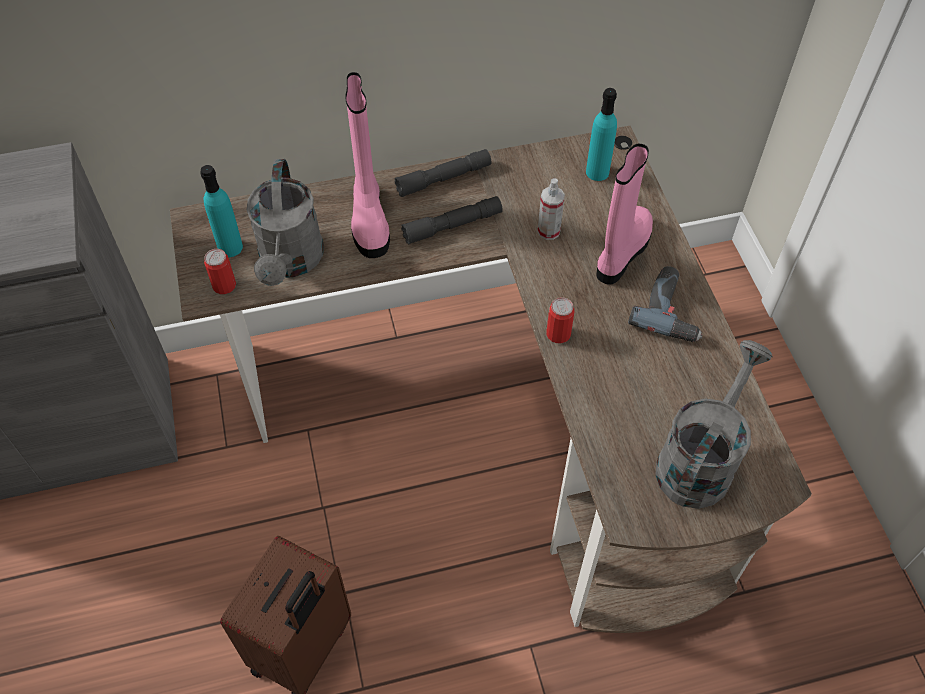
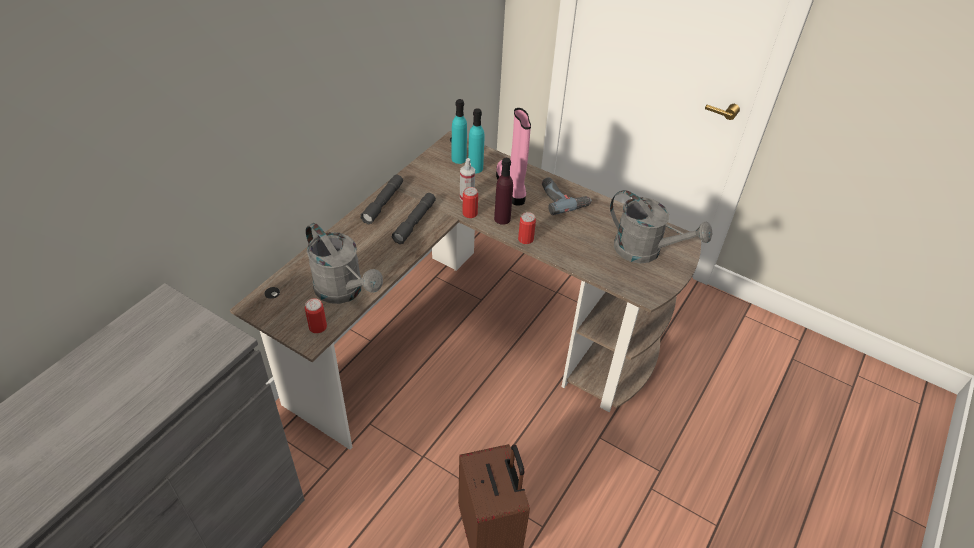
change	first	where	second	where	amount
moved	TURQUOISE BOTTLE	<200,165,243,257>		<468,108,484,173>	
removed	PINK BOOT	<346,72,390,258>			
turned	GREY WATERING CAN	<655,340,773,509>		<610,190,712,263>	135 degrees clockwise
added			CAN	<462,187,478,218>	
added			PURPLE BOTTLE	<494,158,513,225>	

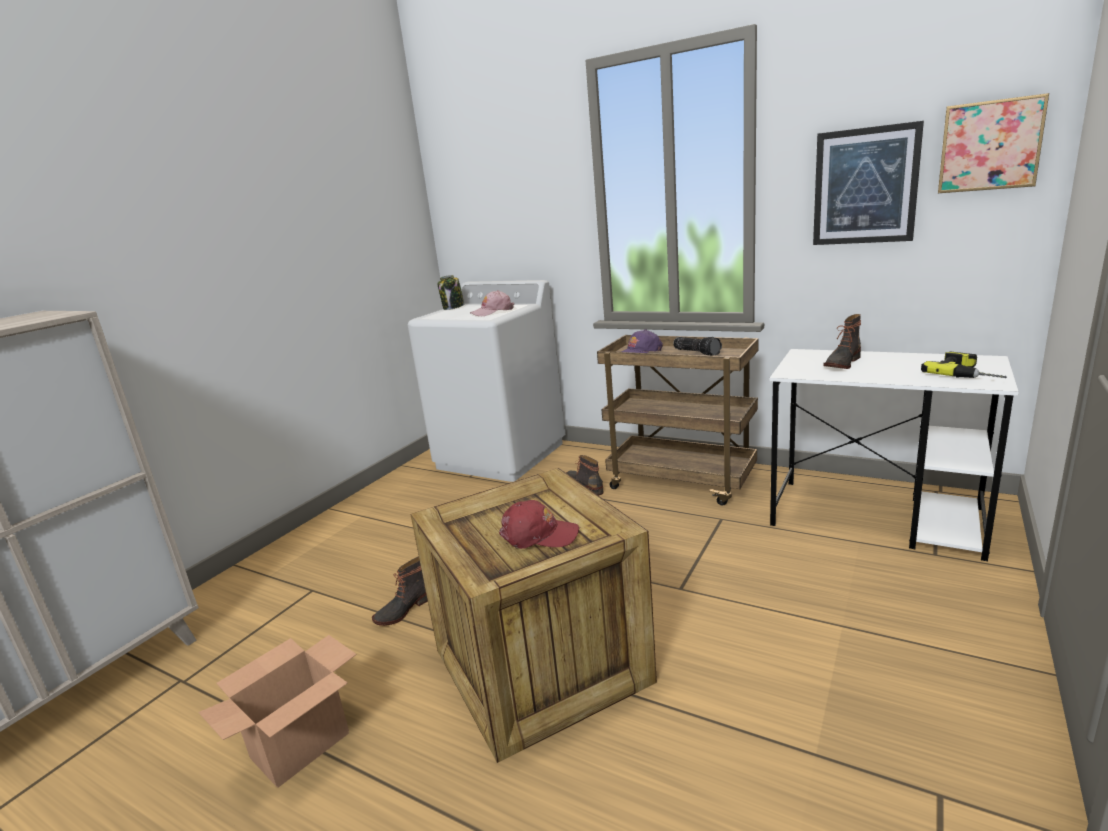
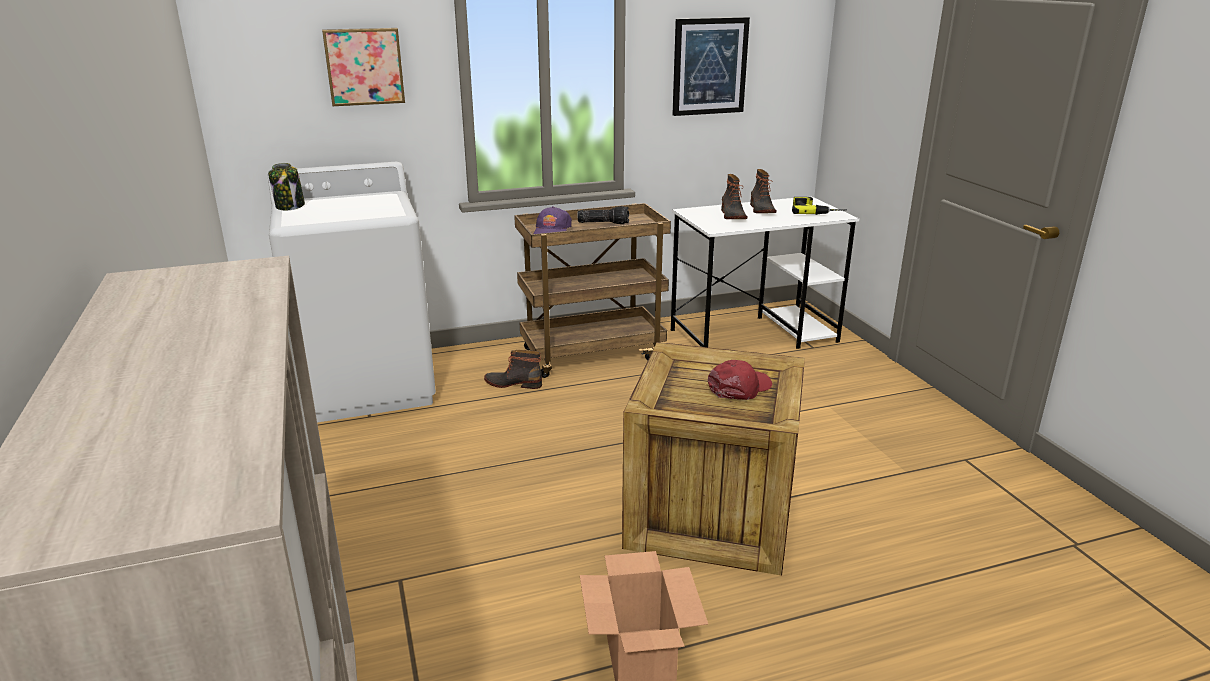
change	first	where	second	where	amount
moved	BOOT	<372,556,428,626>		<750,169,776,213>	
removed	PINK CAP	<470,290,514,317>			
moved	PICTURE	<938,93,1049,193>		<322,28,405,106>	

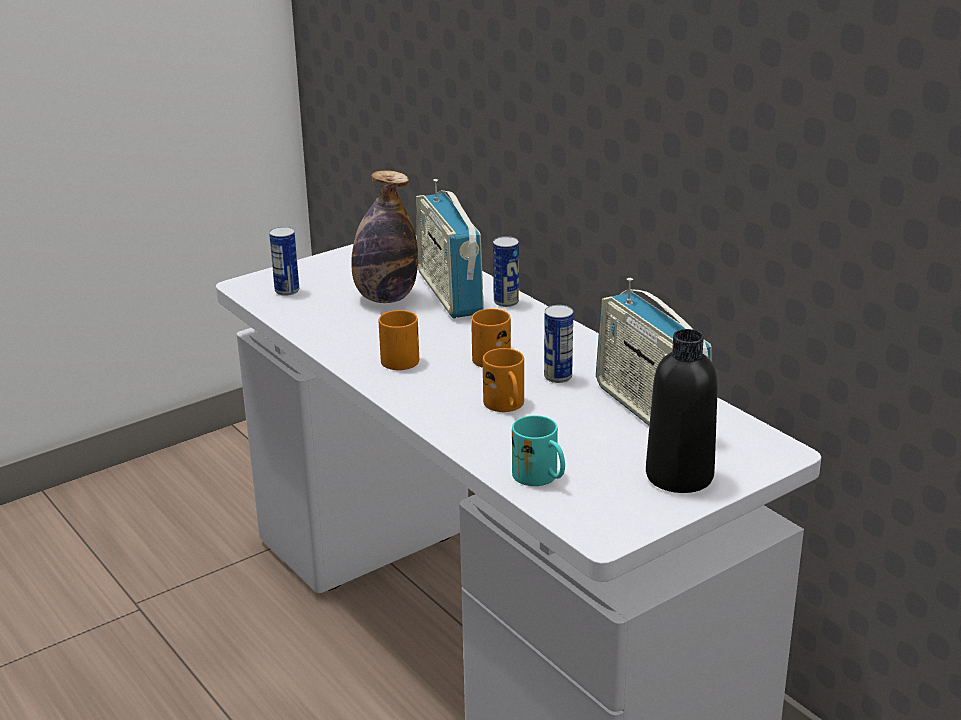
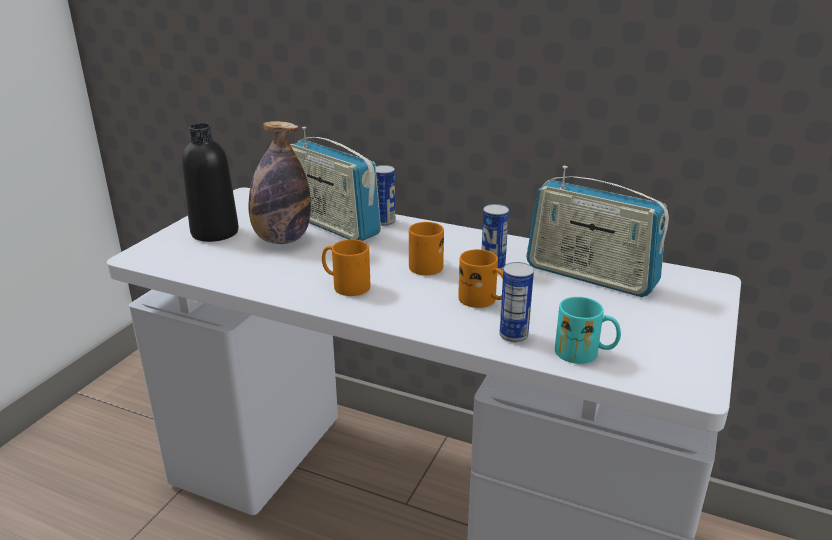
change	first	where	second	where	amount
moved	CAN	<269,227,299,296>		<499,262,534,342>	
moved	BLACK BOTTLE	<646,329,718,493>		<182,123,239,242>	

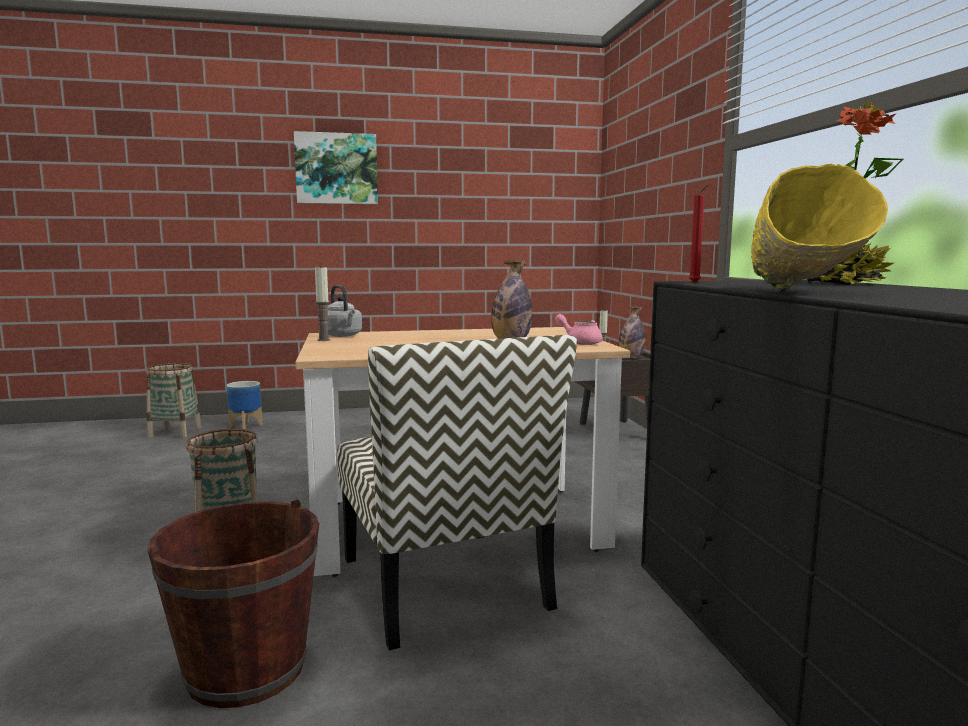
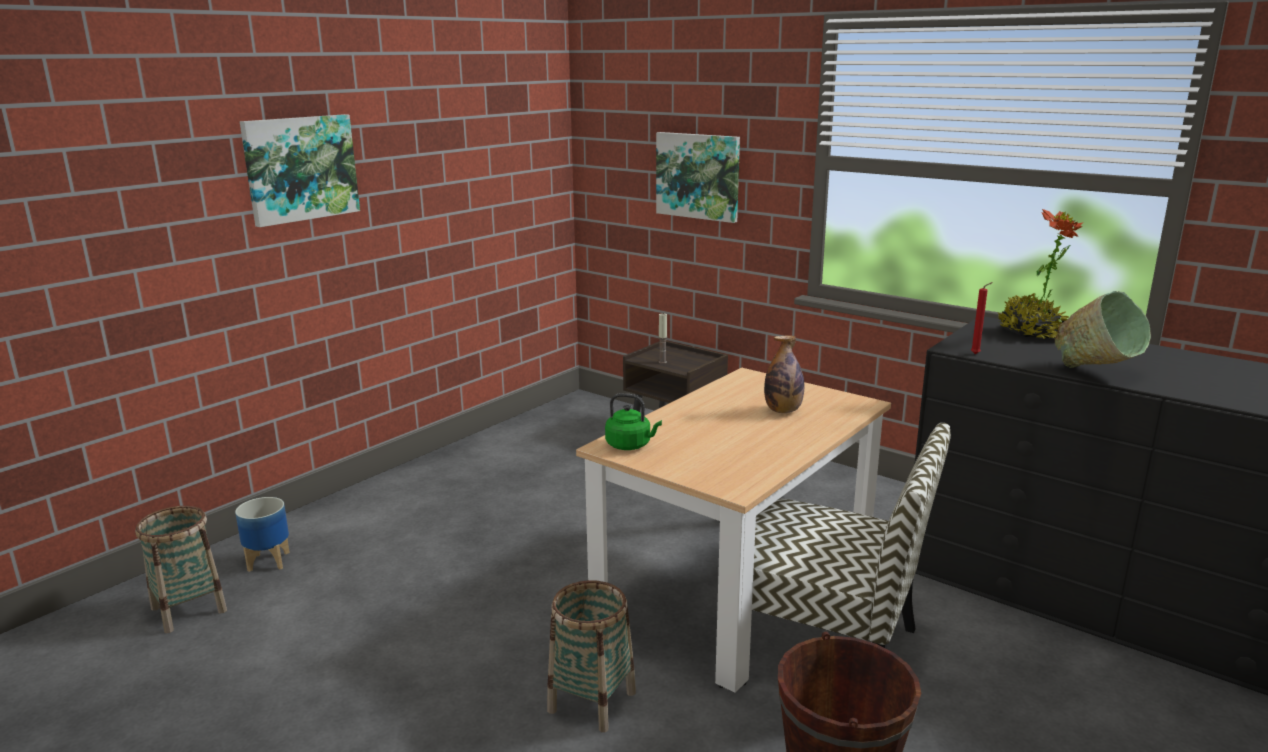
change	first	where	second	where	amount
removed	CANDLE	<315,267,330,341>			
recoloured	GREY KETTLE	<327,285,362,337>	GREEN KETTLE	<605,393,662,450>	
removed	PINK TEAPOT	<555,314,603,345>			
removed	BOTTLE	<618,306,646,358>			
recoloured	YELLOW BOWL	<751,164,888,290>	GREEN BOWL	<1055,291,1151,368>	
added			PICTURE	<656,132,740,223>	

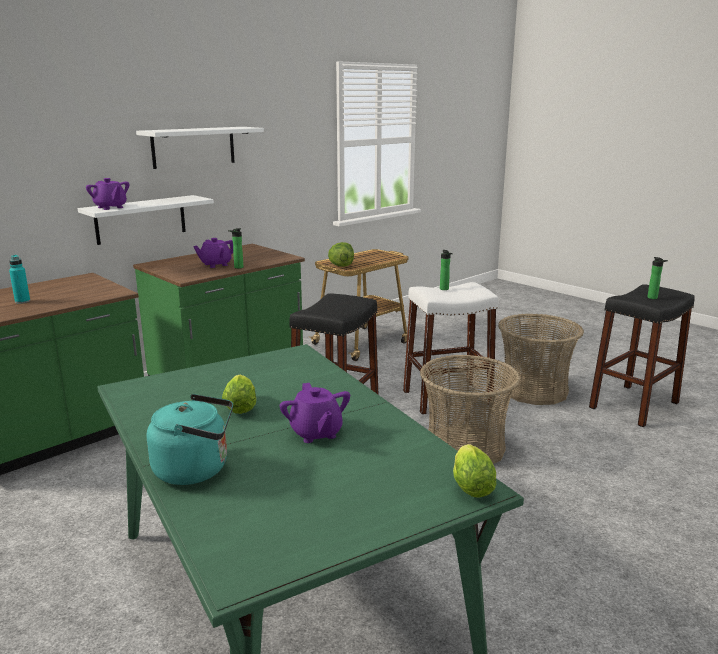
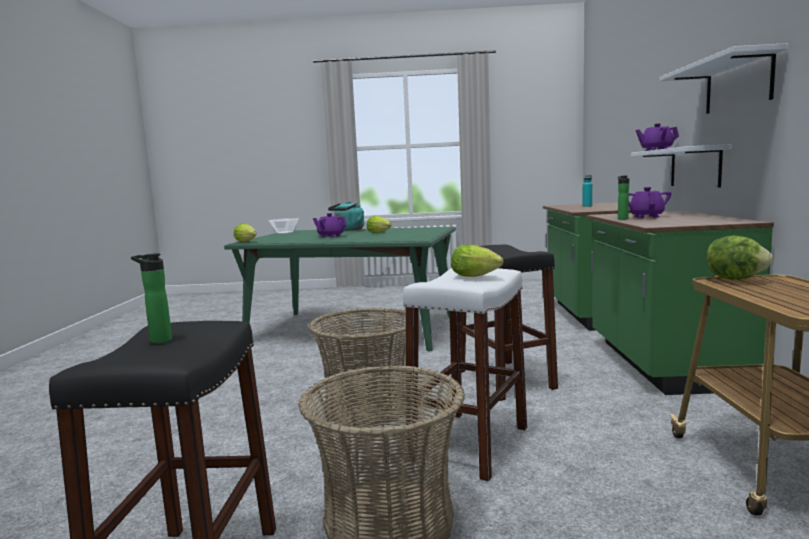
change	first	where	second	where	amount
replaced	BOTTLE	<440,250,452,290>	LETTUCE	<451,245,503,277>	
added			BOWL	<268,218,299,234>	

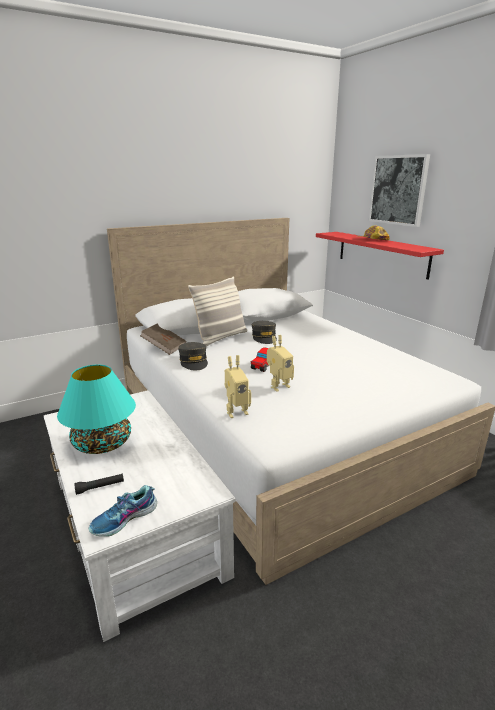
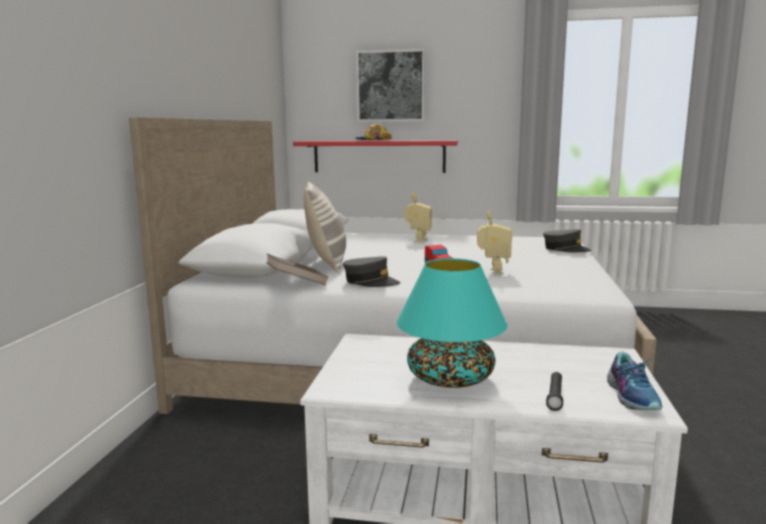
change	first	where	second	where	amount
moved	TOY ROBOT	<225,355,251,418>		<405,192,432,242>	
moved	GREY CAP	<252,321,277,344>		<543,229,592,252>	

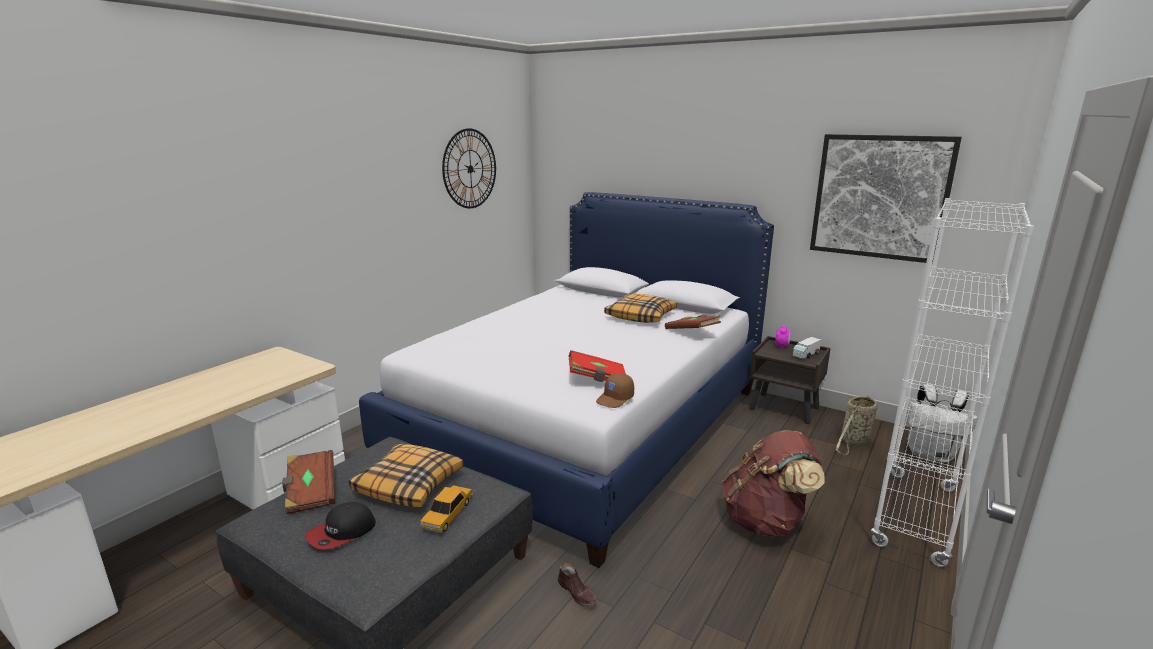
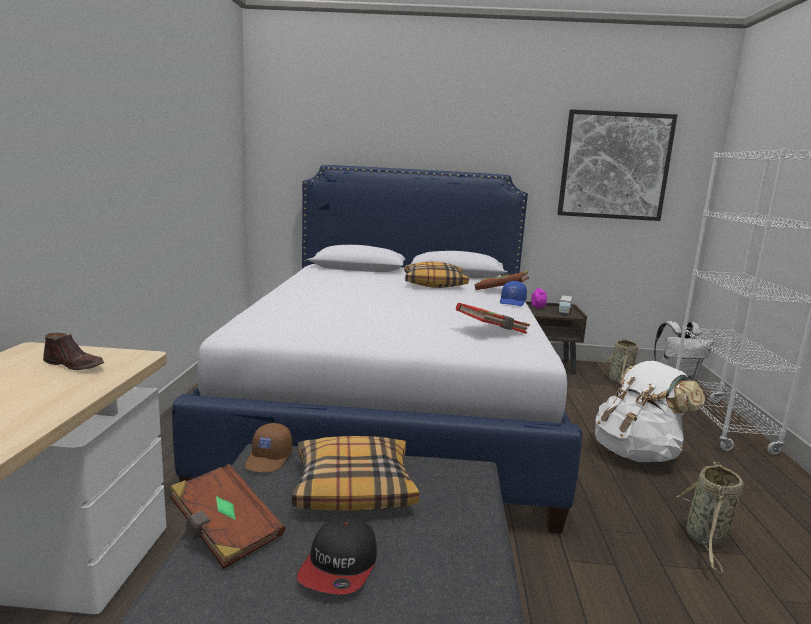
change	first	where	second	where	amount
removed	TOY CAR	<420,485,473,533>			
removed	WALL CLOCK	<442,128,496,208>			
moved	BROWN SHOE	<558,563,597,607>		<43,333,104,370>	
moved	BROWN CAP	<596,373,634,408>		<245,423,292,472>	
recoloured	BROWN BACKPACK	<722,430,825,536>	WHITE BACKPACK	<595,361,705,462>	
added			BLUE CAP	<500,281,527,306>	
added			BASKET	<676,461,743,573>	

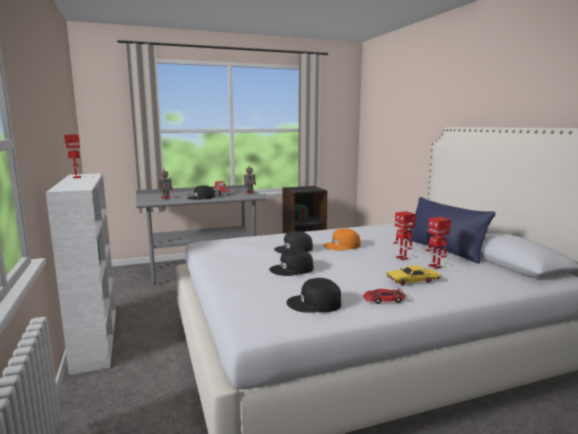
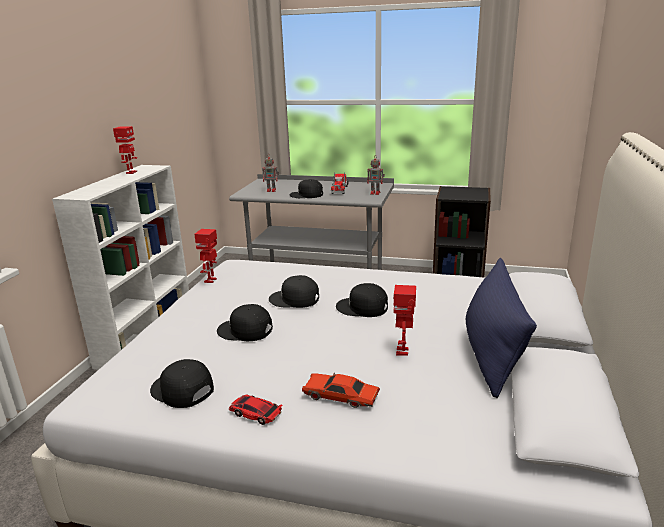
change	first	where	second	where	amount
recoloured	ORANGE CAP	<323,229,361,251>	BLACK CAP	<336,283,388,317>	
recoloured	YELLOW TOY CAR	<386,265,441,286>	RED TOY CAR	<302,372,380,408>	
moved	TOY ROBOT	<425,217,451,269>		<194,229,217,283>	

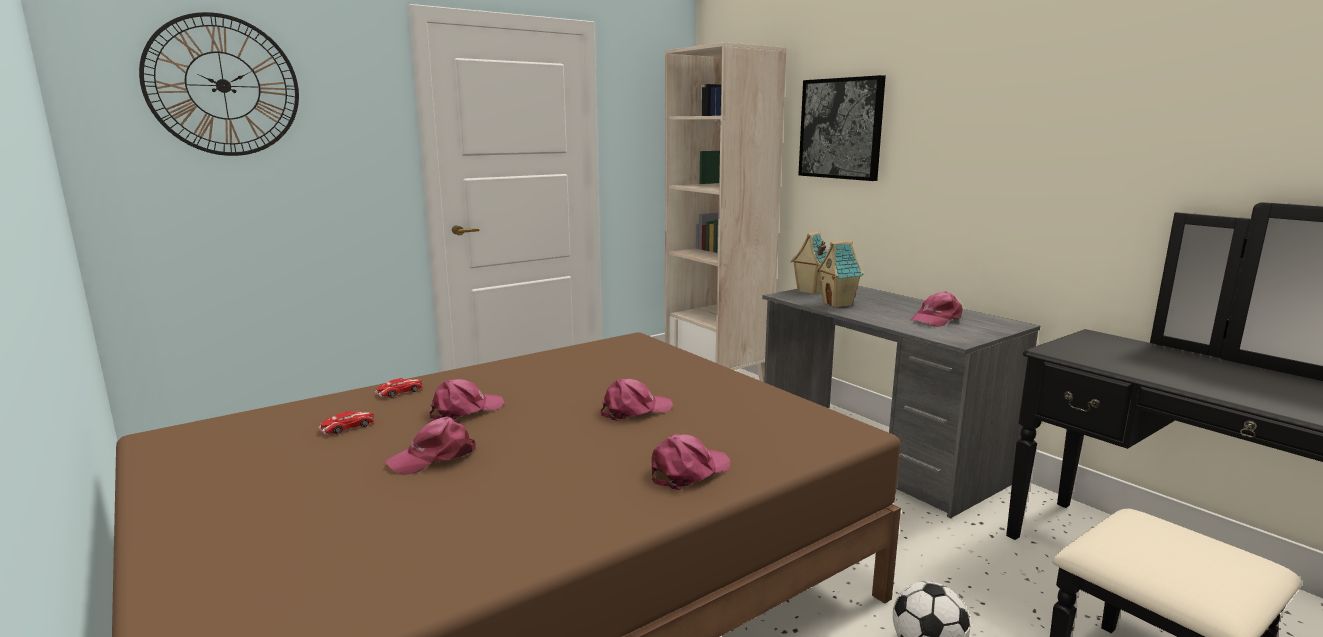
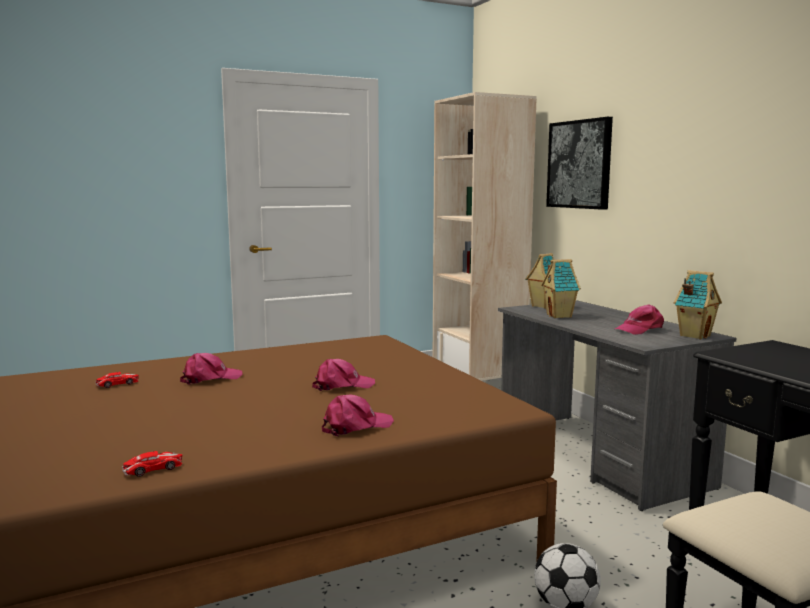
change	first	where	second	where	amount
removed	WALL CLOCK	<139,12,299,156>			
moved	TOY CAR	<375,378,423,398>		<122,451,182,477>	
removed	PINK CAP	<385,417,476,475>			
added			TOY HOUSE	<673,270,722,339>	

